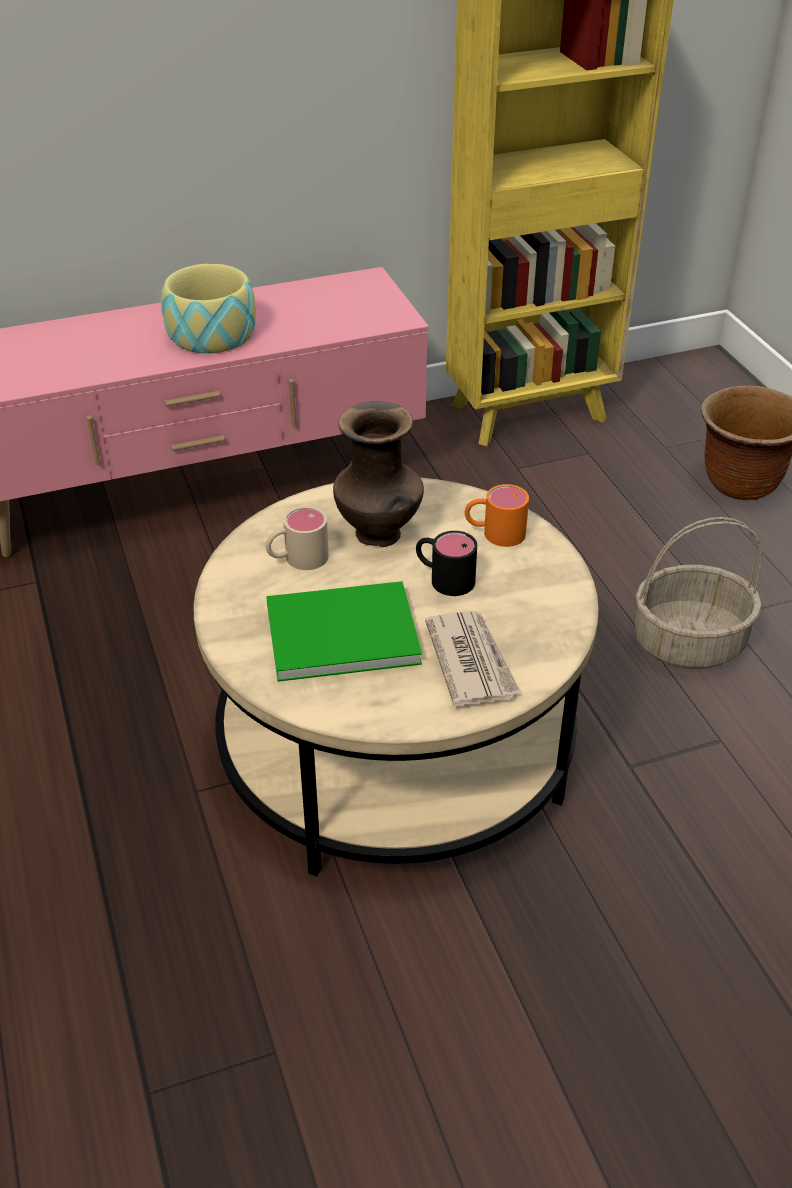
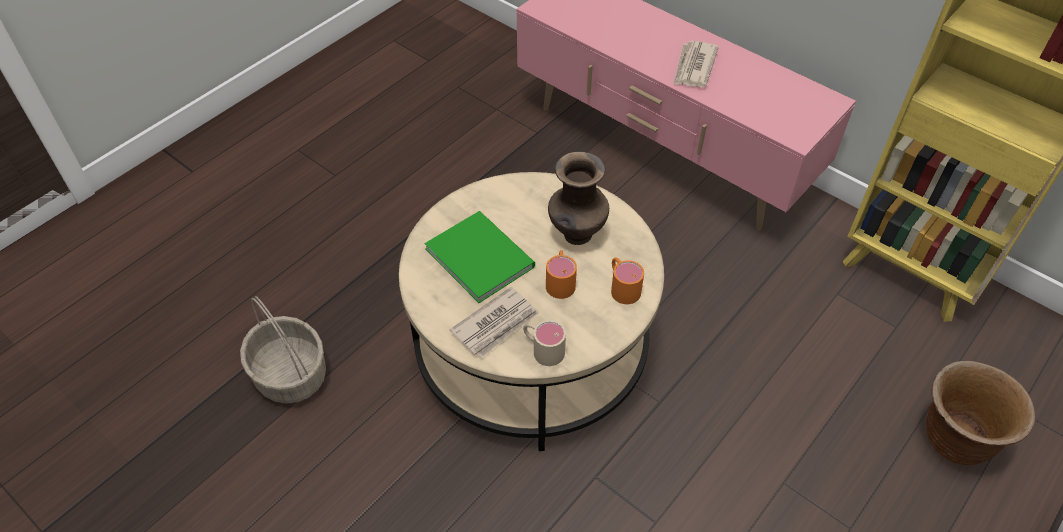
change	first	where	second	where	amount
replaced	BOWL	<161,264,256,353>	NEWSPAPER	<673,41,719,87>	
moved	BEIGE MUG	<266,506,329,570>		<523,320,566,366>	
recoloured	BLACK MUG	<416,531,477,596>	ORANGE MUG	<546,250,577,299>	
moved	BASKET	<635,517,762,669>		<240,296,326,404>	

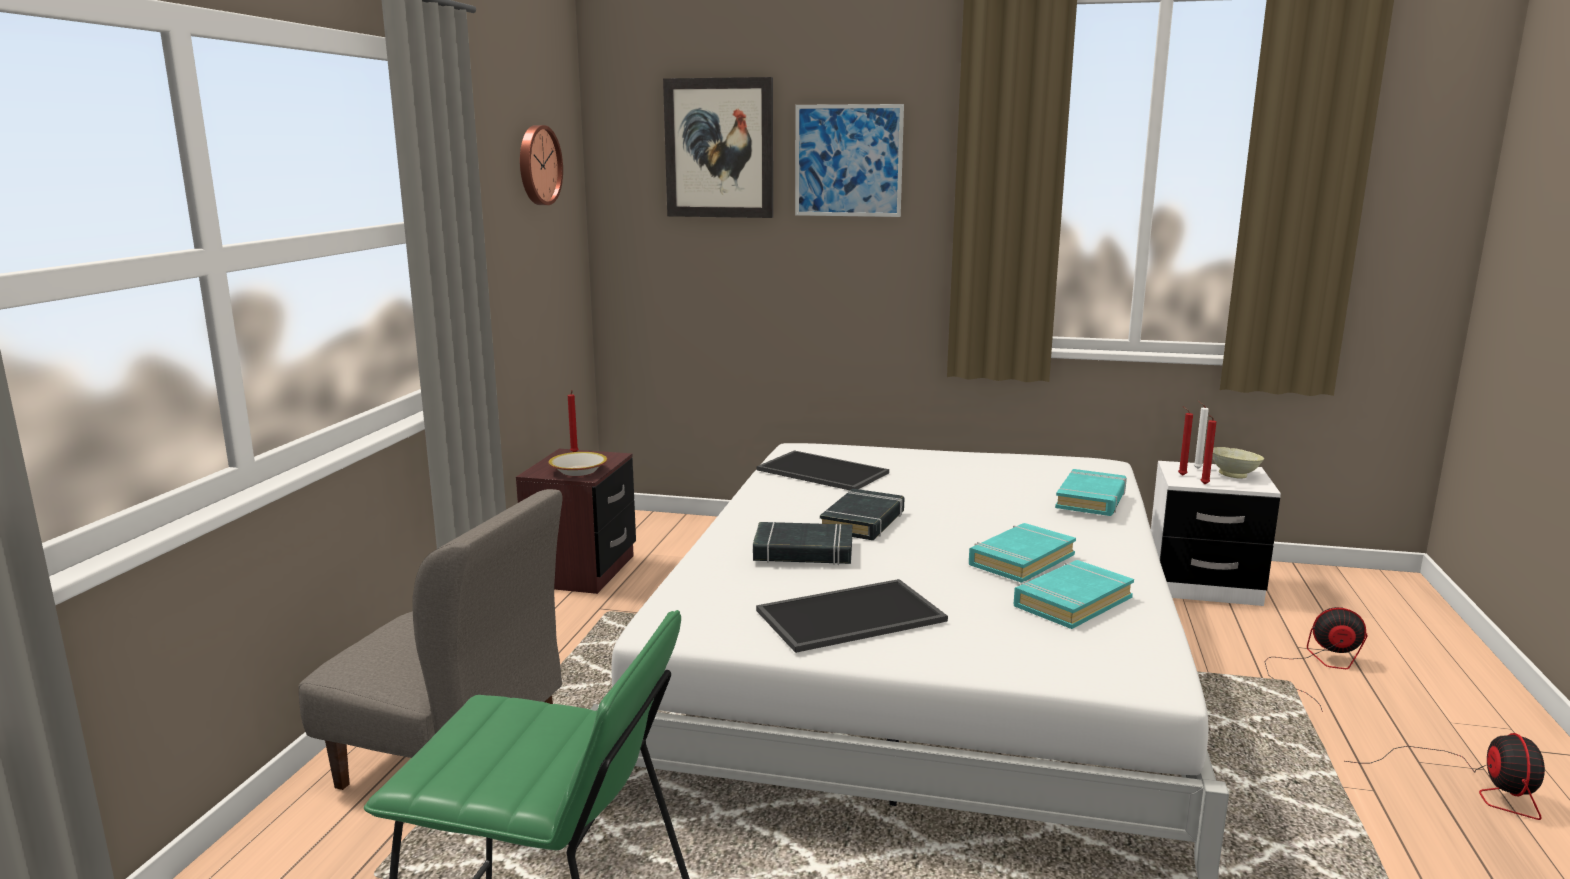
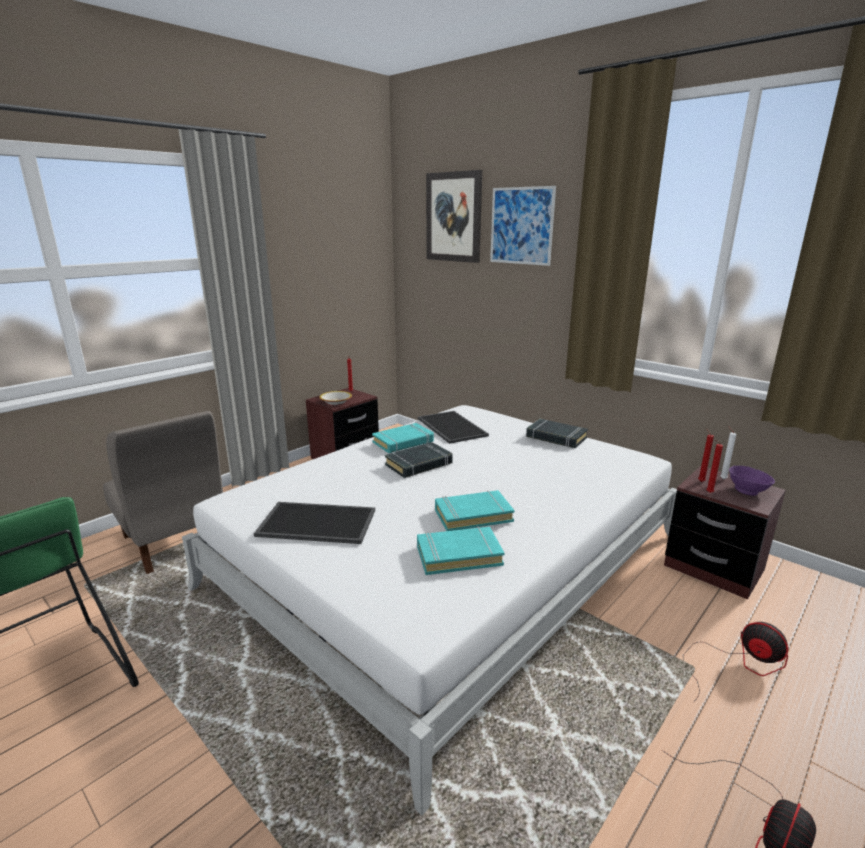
change	first	where	second	where	amount
removed	WALL CLOCK	<520,125,563,205>			
moved	BLACK BOOK	<753,522,852,565>		<526,419,588,448>	
moved	TURQUOISE BOOK	<1055,469,1127,516>		<372,423,434,453>	
recoloured	WHITE NIGHTSTAND	<1151,461,1281,606>	BROWN NIGHTSTAND	<664,466,786,599>	
recoloured	BEIGE BOWL	<1212,447,1264,478>	PURPLE BOWL	<729,465,775,496>	

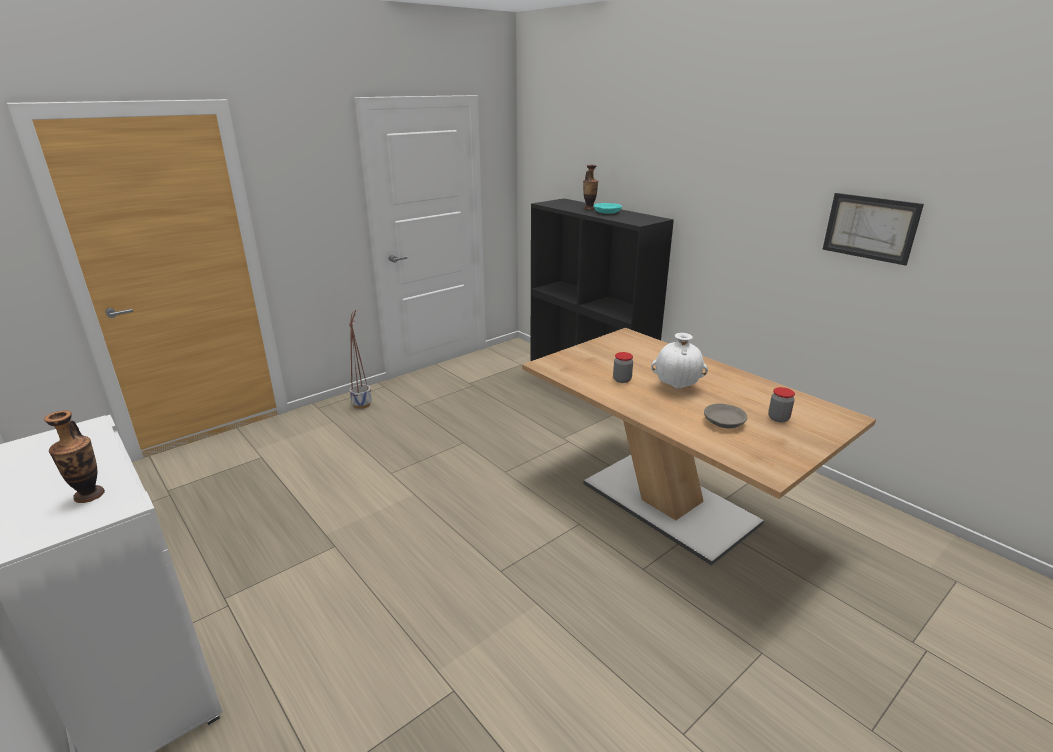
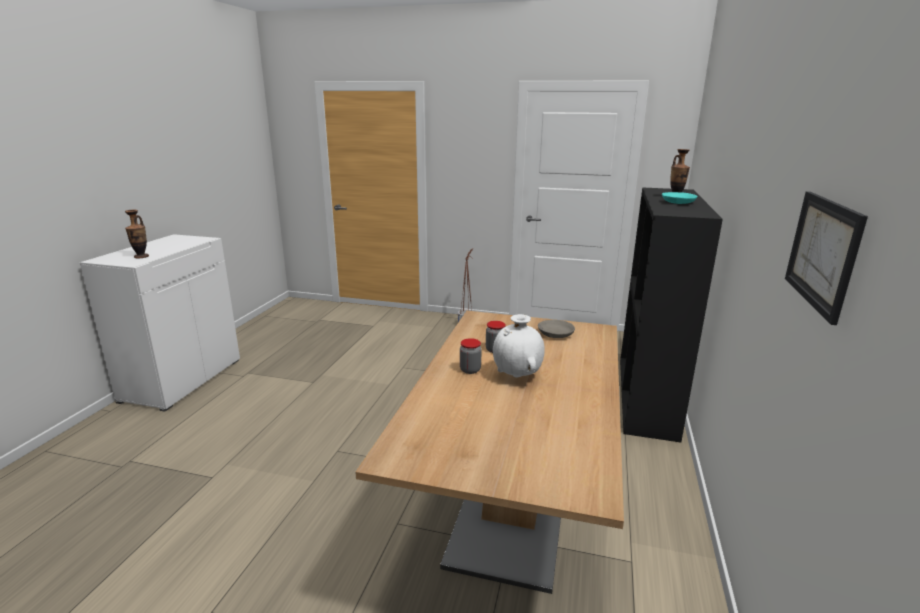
change	first	where	second	where	amount
moved	GREY BOWL	<704,403,747,429>		<538,320,575,338>	
moved	JAR	<768,387,795,422>		<460,338,482,374>	

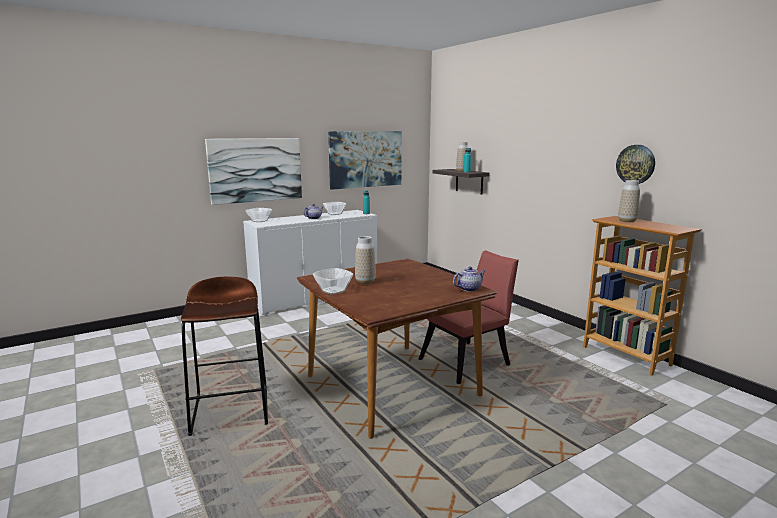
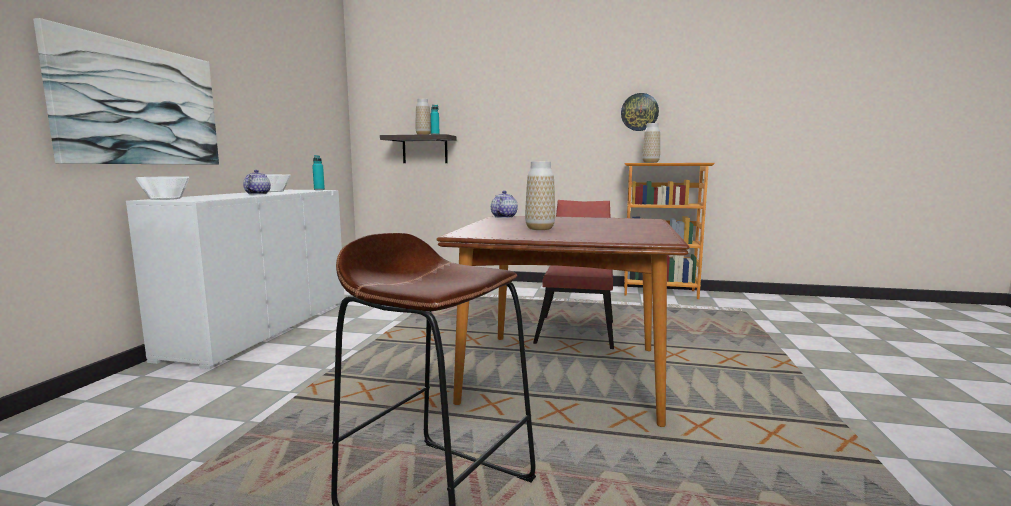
change	first	where	second	where	amount
removed	BOWL	<313,268,353,295>			
removed	PICTURE	<328,131,402,190>			
moved	TEAPOT	<453,267,486,292>		<491,191,518,218>	

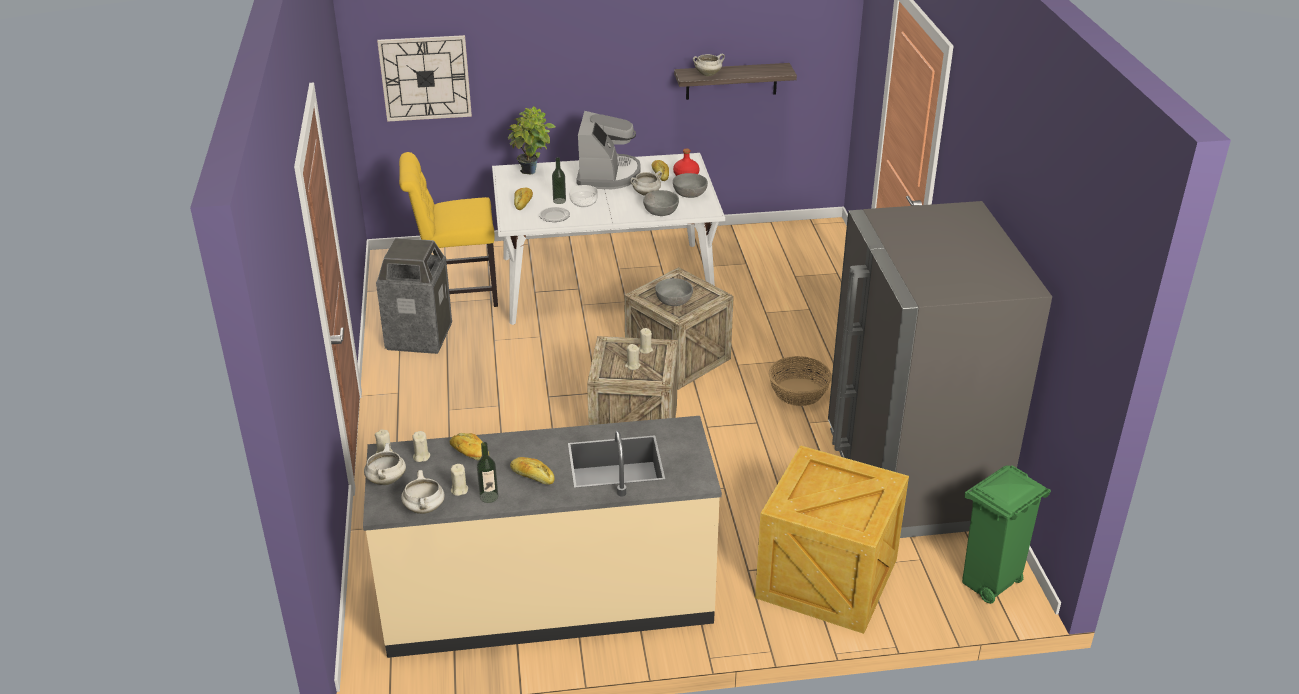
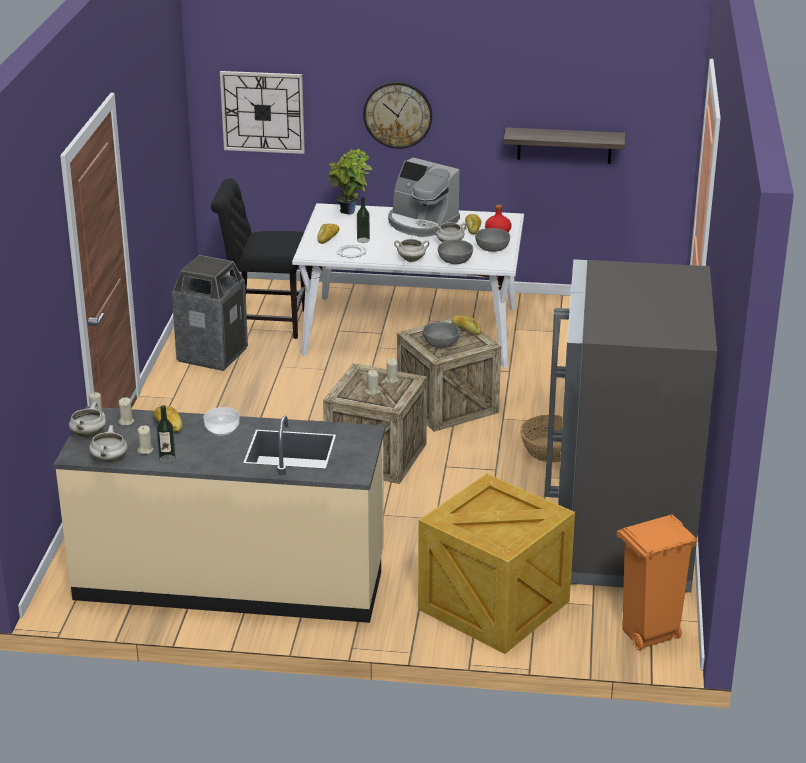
change	first	where	second	where	amount
recoloured	YELLOW CHAIR	<399,152,498,307>	BLACK CHAIR	<211,178,305,339>	
moved	BREAD	<510,457,555,485>		<452,315,481,335>	
moved	BOWL	<569,185,598,207>		<203,407,240,436>	
turned	COFFEE MACHINE	<576,111,641,189>		<388,157,460,237>	105 degrees clockwise
moved	WHITE COOKING POT	<693,53,725,76>		<394,239,429,262>	
recoloured	GREEN TRASH CAN	<962,465,1051,604>	ORANGE TRASH CAN	<617,514,698,651>	
added			WALL CLOCK	<363,82,432,149>	

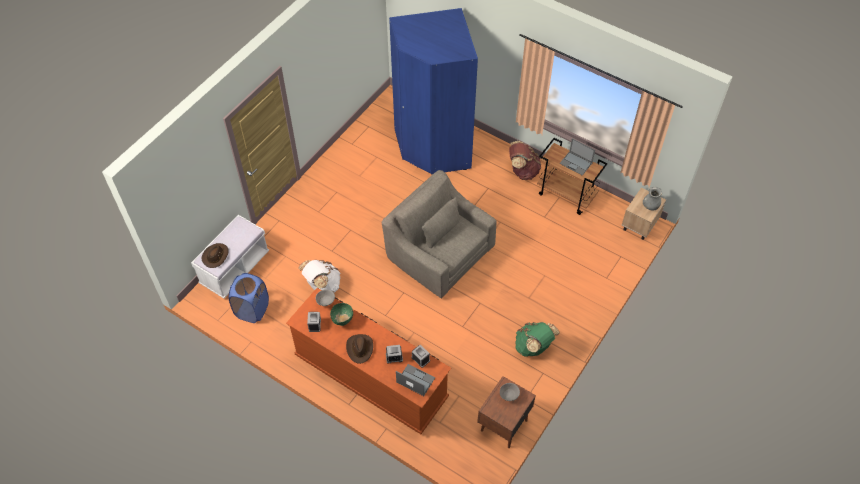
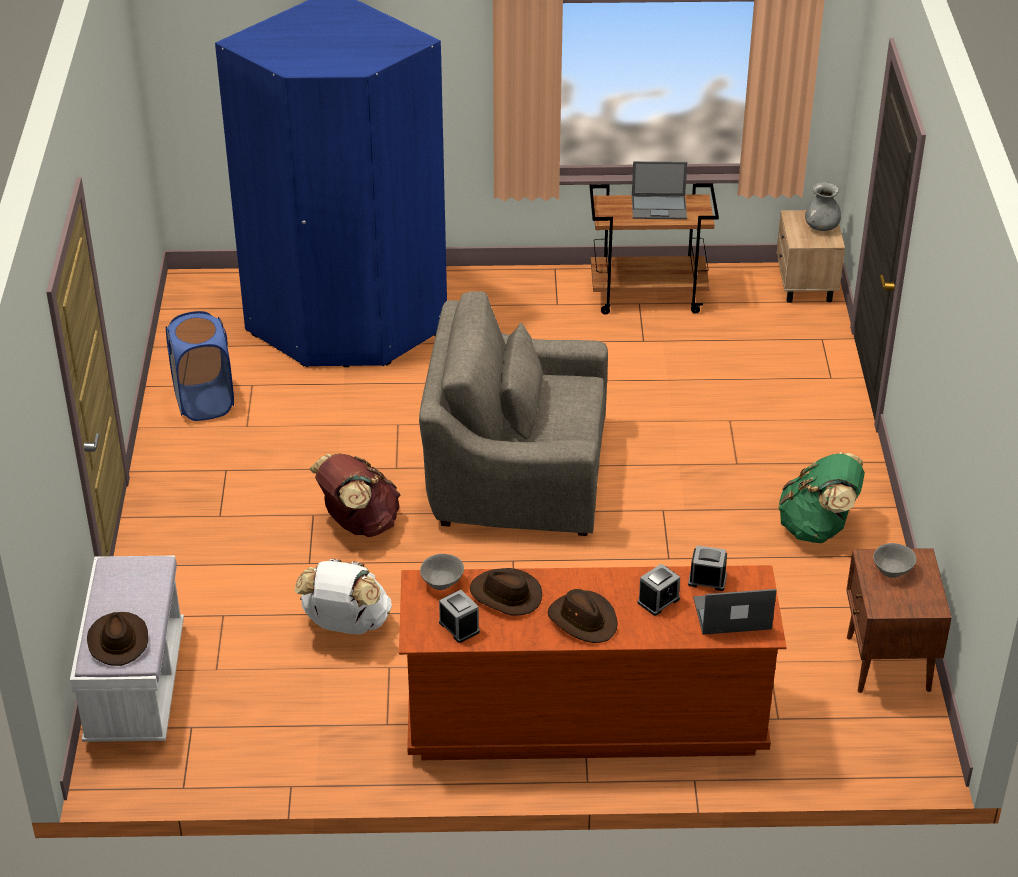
change	first	where	second	where	amount
moved	BLUE LAUNDRY BASKET	<229,273,269,323>		<166,311,234,421>	
replaced	GREEN BOWL	<330,303,353,326>	BROWN HAT	<470,568,542,616>	
moved	BROWN BACKPACK	<509,141,541,180>		<309,453,400,537>	

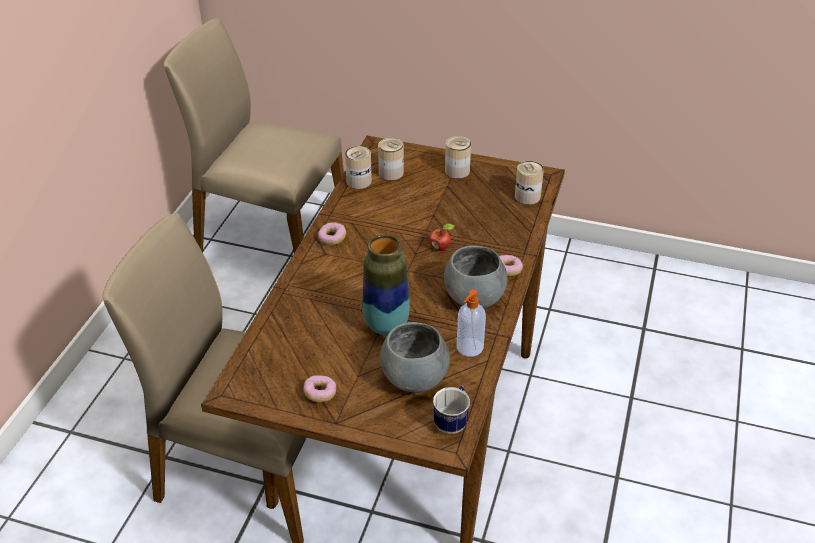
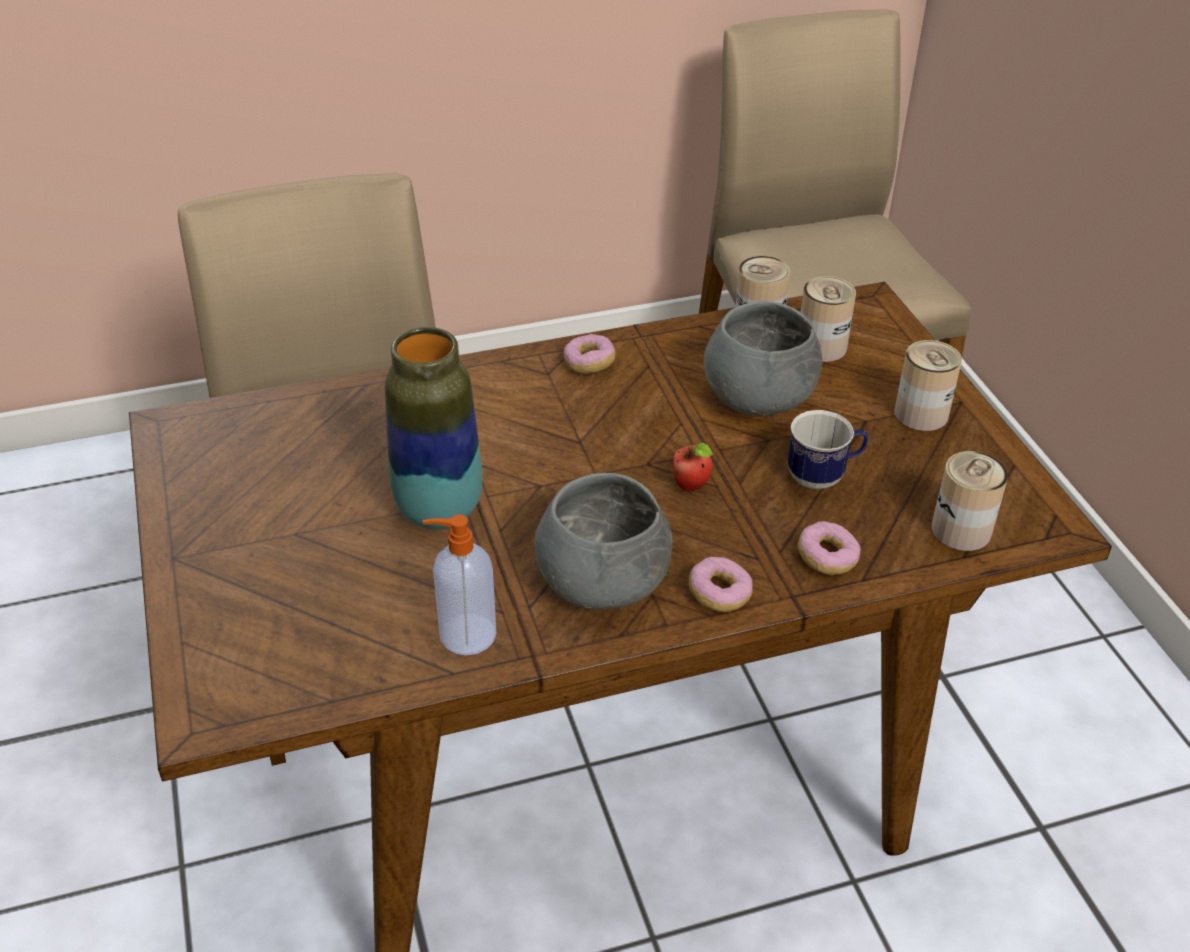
change	first	where	second	where	amount
moved	DONUT	<303,375,336,403>		<798,521,861,575>	
moved	GREY BOWL	<380,322,450,393>		<704,301,822,416>	
moved	MUG	<433,386,470,434>		<788,410,869,489>	

